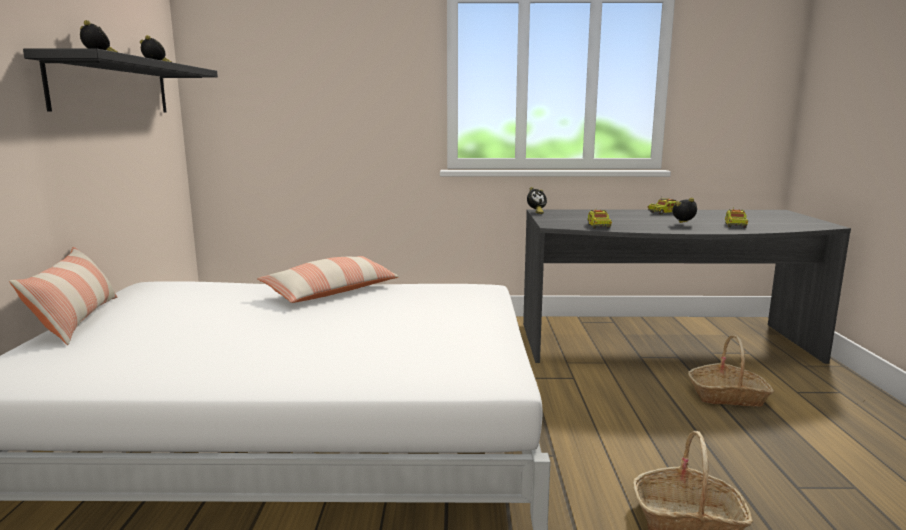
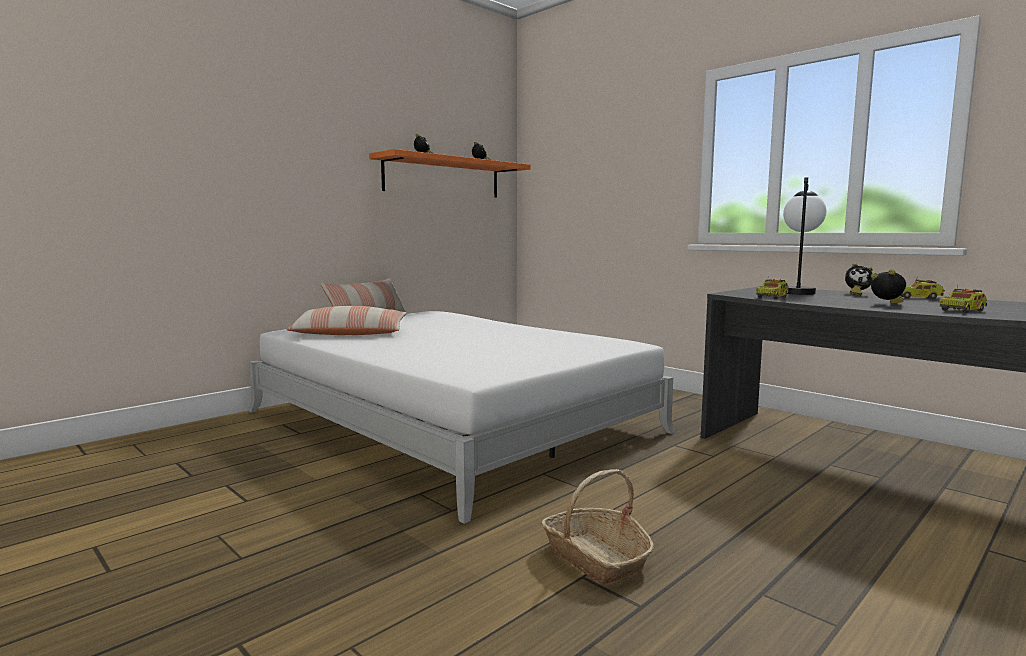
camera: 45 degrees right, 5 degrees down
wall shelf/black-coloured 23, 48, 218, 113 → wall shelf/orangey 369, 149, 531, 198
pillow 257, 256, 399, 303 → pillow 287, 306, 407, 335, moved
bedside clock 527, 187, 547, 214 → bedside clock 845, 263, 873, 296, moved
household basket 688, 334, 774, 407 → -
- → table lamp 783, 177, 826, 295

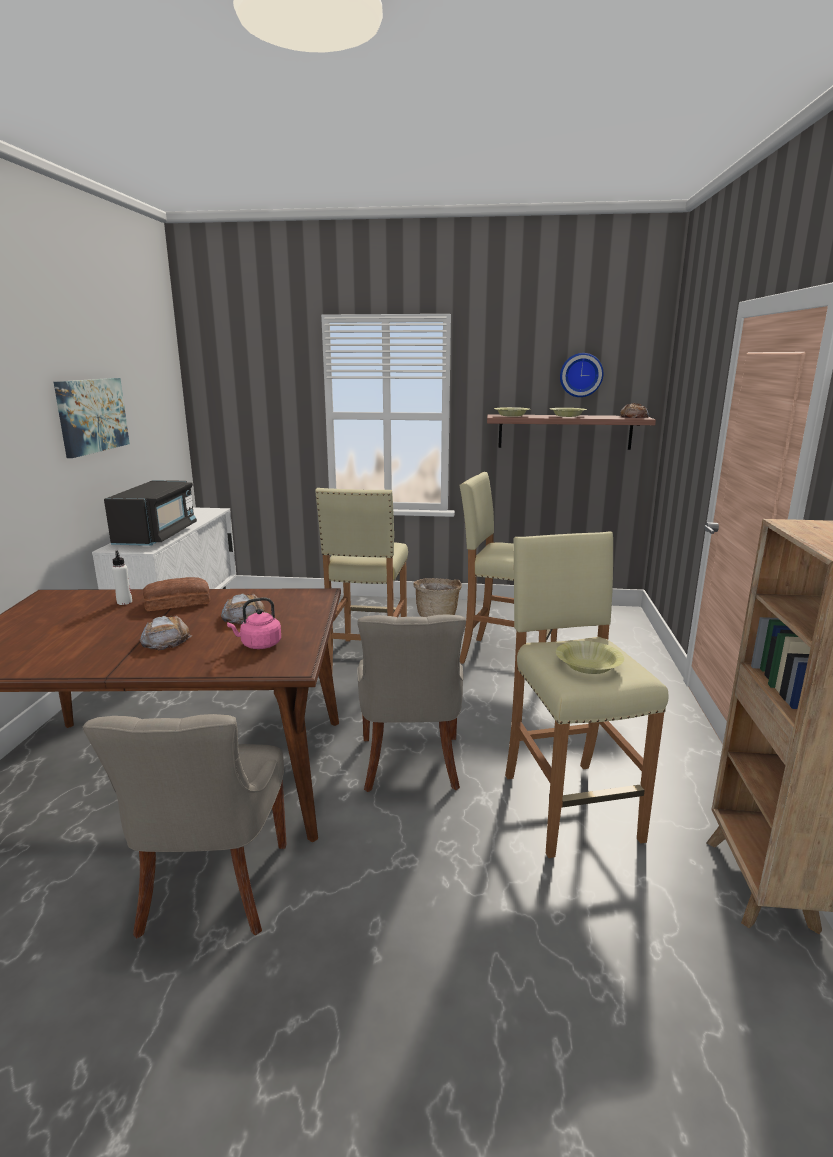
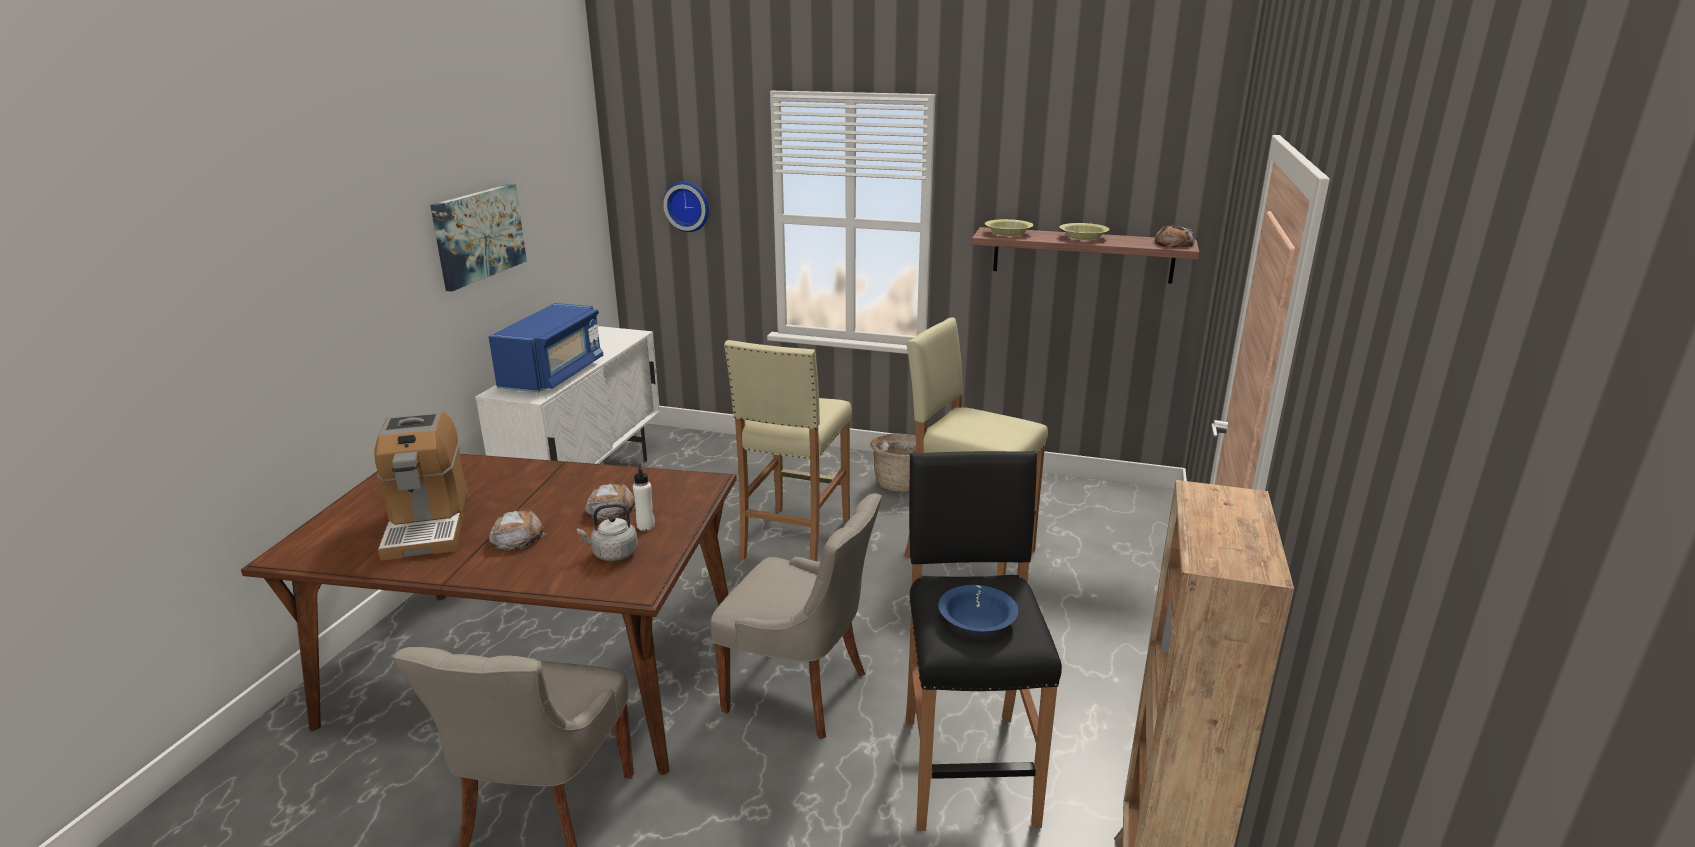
camera: 10 degrees right, 5 degrees up
microwave oven/black-coloured 104, 480, 197, 546 → microwave oven/blue 489, 303, 603, 393
bottle/white-coloured 112, 550, 132, 605 → bottle/white-coloured 633, 464, 655, 531, moved
baked bread 143, 577, 210, 611 → -
tea kettle/pink-coloured 227, 597, 281, 649 → tea kettle/grey 577, 504, 638, 561
plain chair/grey 357, 614, 466, 792 → plain chair/grey 710, 493, 882, 739, 75 degrees counterclockwise
sitting stool/beige-coloured 505, 531, 668, 858 → sitting stool/black-coloured 906, 451, 1062, 831
serving bowl/yellow 556, 641, 624, 674 → serving bowl/blue 938, 585, 1018, 633
clock on the wall 560, 353, 603, 397 → clock on the wall 663, 182, 709, 232, moved
- → coffee brewer 374, 412, 469, 561

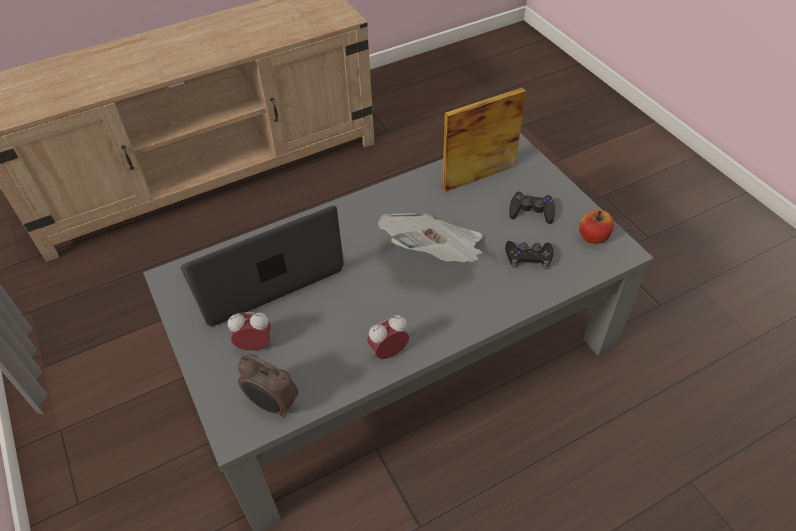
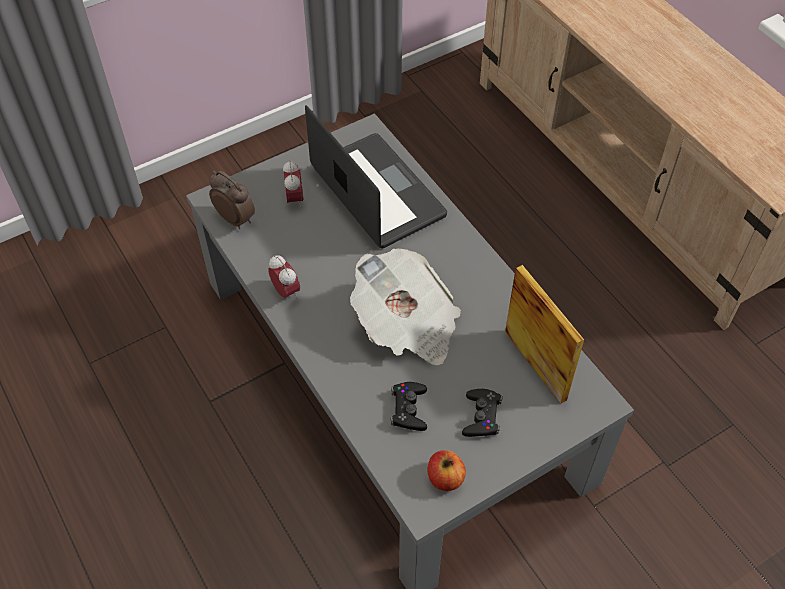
camera: 85 degrees right, 5 degrees up
bedside clock 238, 354, 298, 418 → bedside clock 209, 171, 255, 229, 105 degrees clockwise

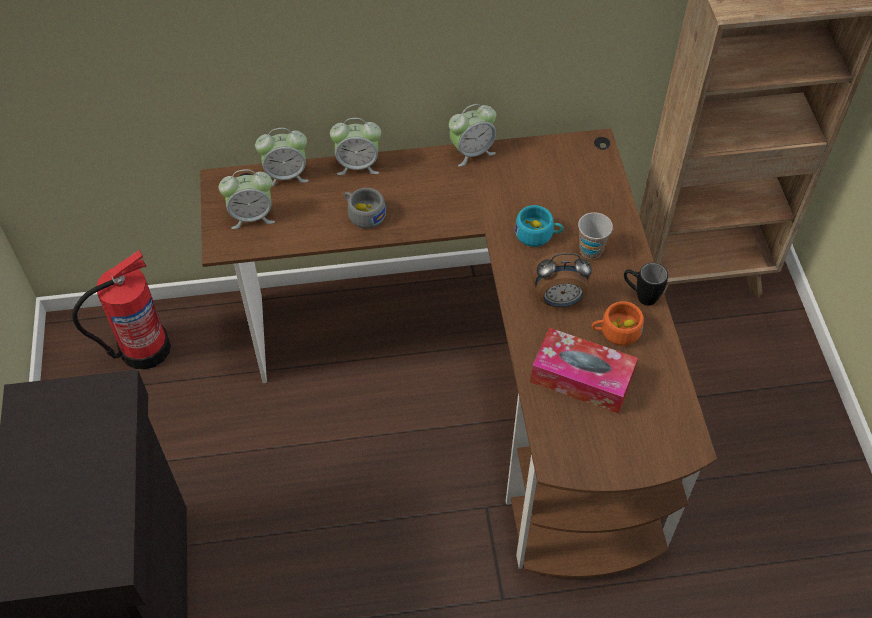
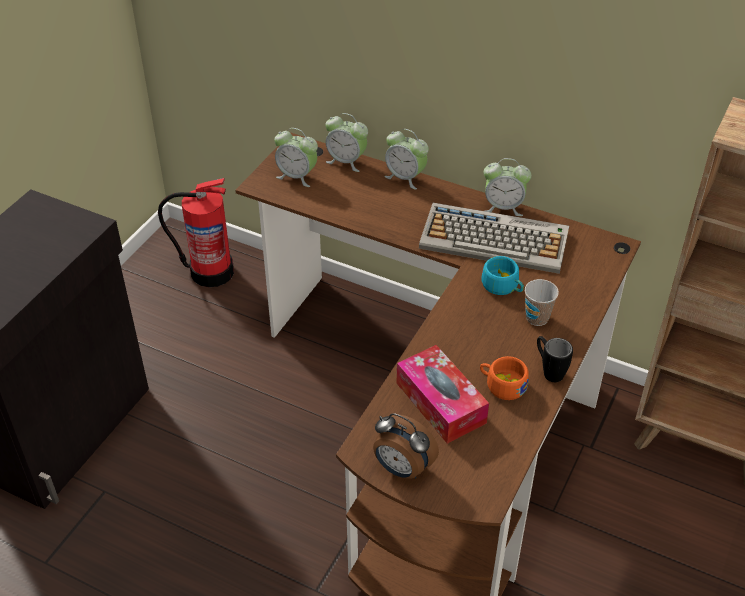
camera: 35 degrees right, 10 degrees down
drinking cup/grey 344, 188, 386, 229 → -
bedside clock 531, 252, 592, 307 → bedside clock 373, 413, 439, 479, moved
- → PC keyboard 419, 203, 569, 274

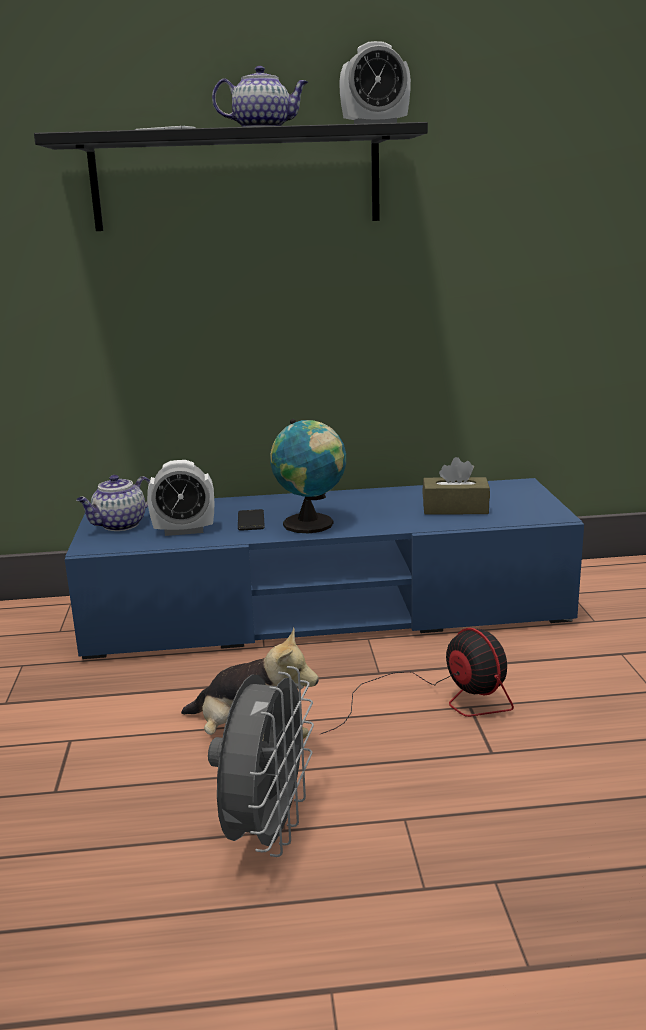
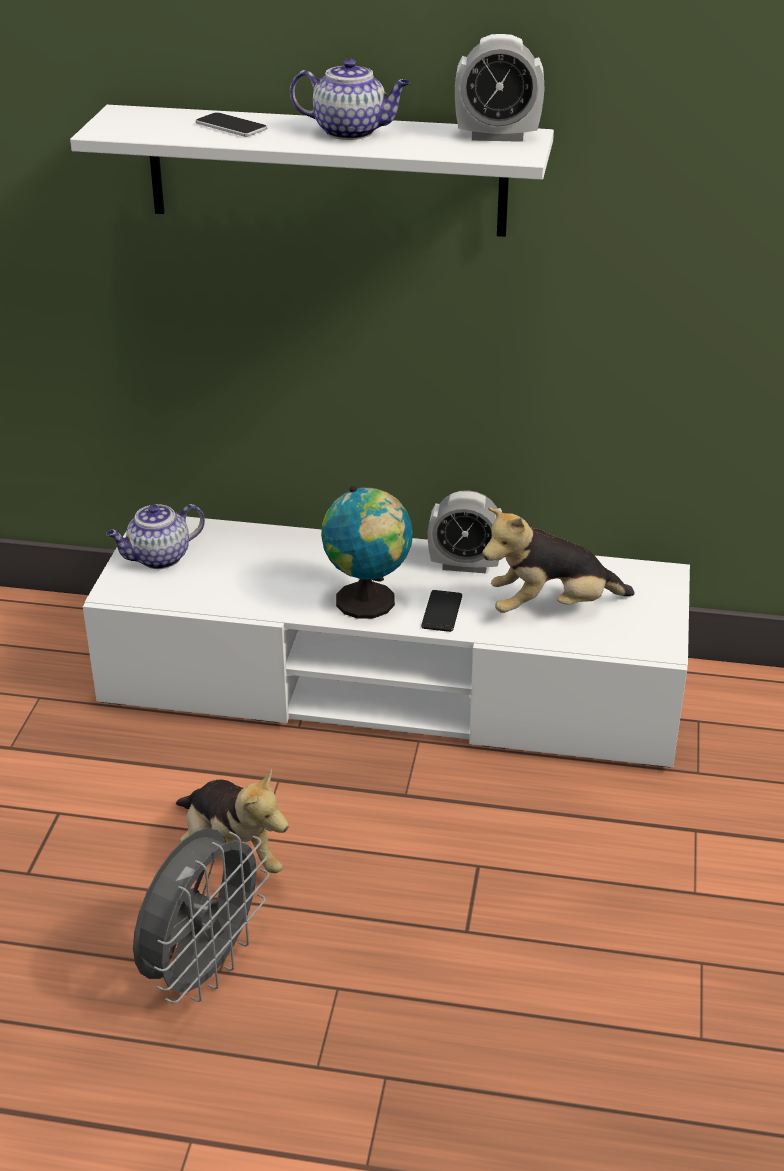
camera: 15 degrees right, 15 degrees up
wall shelf/black-coloured 34, 122, 428, 231 → wall shelf/white-coloured 70, 105, 554, 237
tv stand/blue 65, 478, 584, 659 → tv stand/white-coloured 83, 517, 690, 767
bedside clock 147, 460, 214, 536 → bedside clock 428, 490, 503, 573, moved
handset 238, 509, 265, 531 → handset 421, 590, 462, 632, moved
fan 321, 628, 514, 734 → -
tissue holder/brown-coloured 422, 457, 490, 515 → soft toy 482, 507, 635, 613

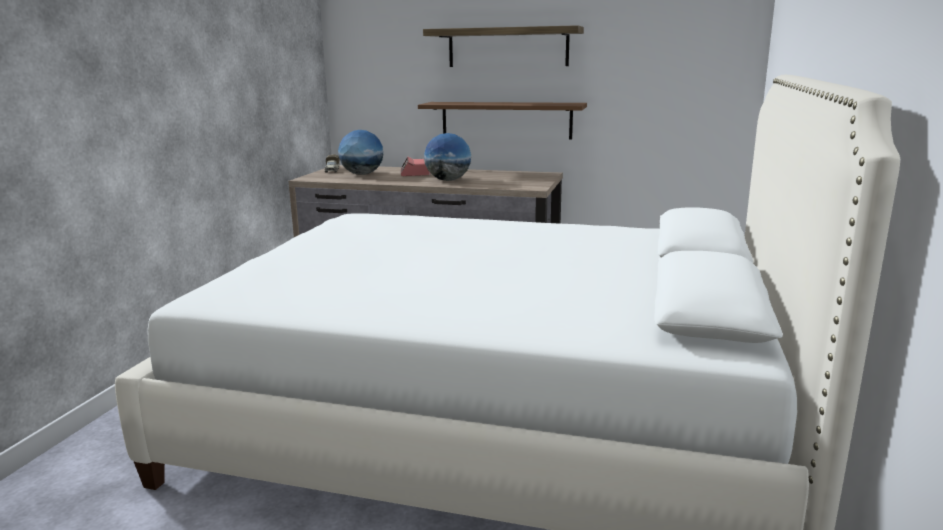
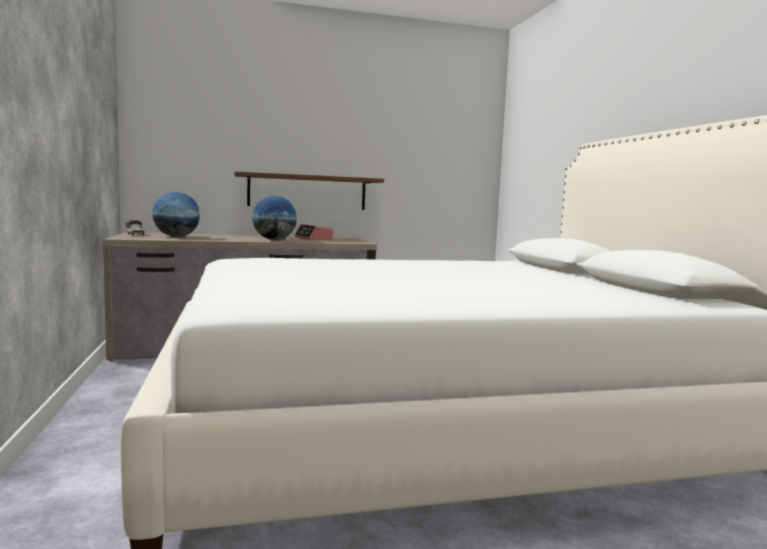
camera: 30 degrees left, 10 degrees down
bedside clock 401, 157, 430, 176 → bedside clock 294, 224, 333, 240, moved
wall shelf 423, 25, 584, 67 → -

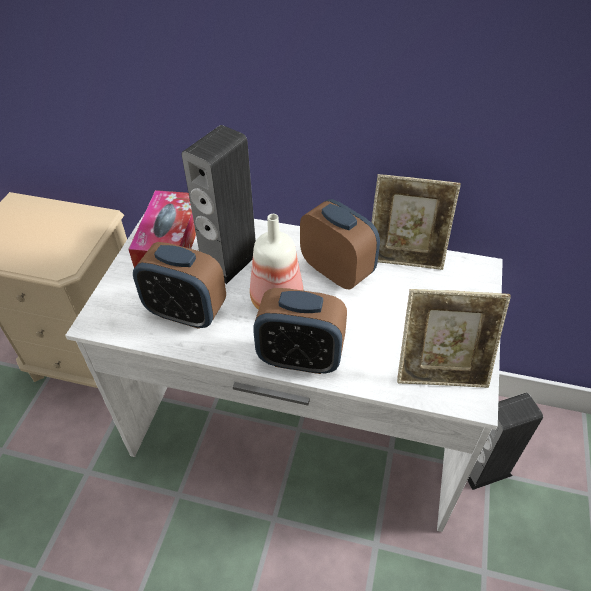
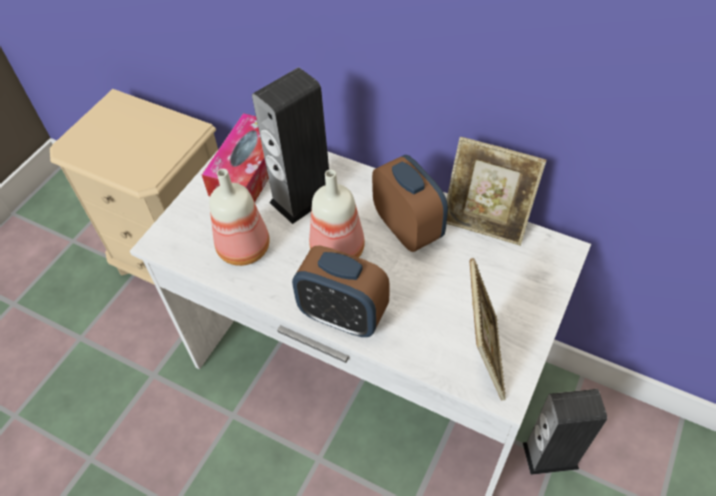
camera: 15 degrees right, 5 degrees up
bedside clock 133, 242, 226, 329 → bottle 209, 169, 270, 266
standing frame 397, 289, 511, 388 → standing frame 470, 258, 506, 400, 105 degrees counterclockwise

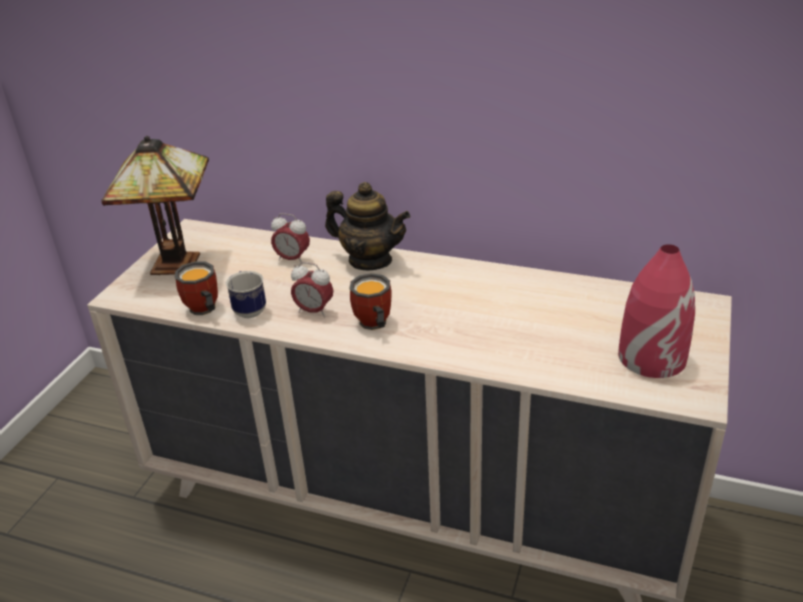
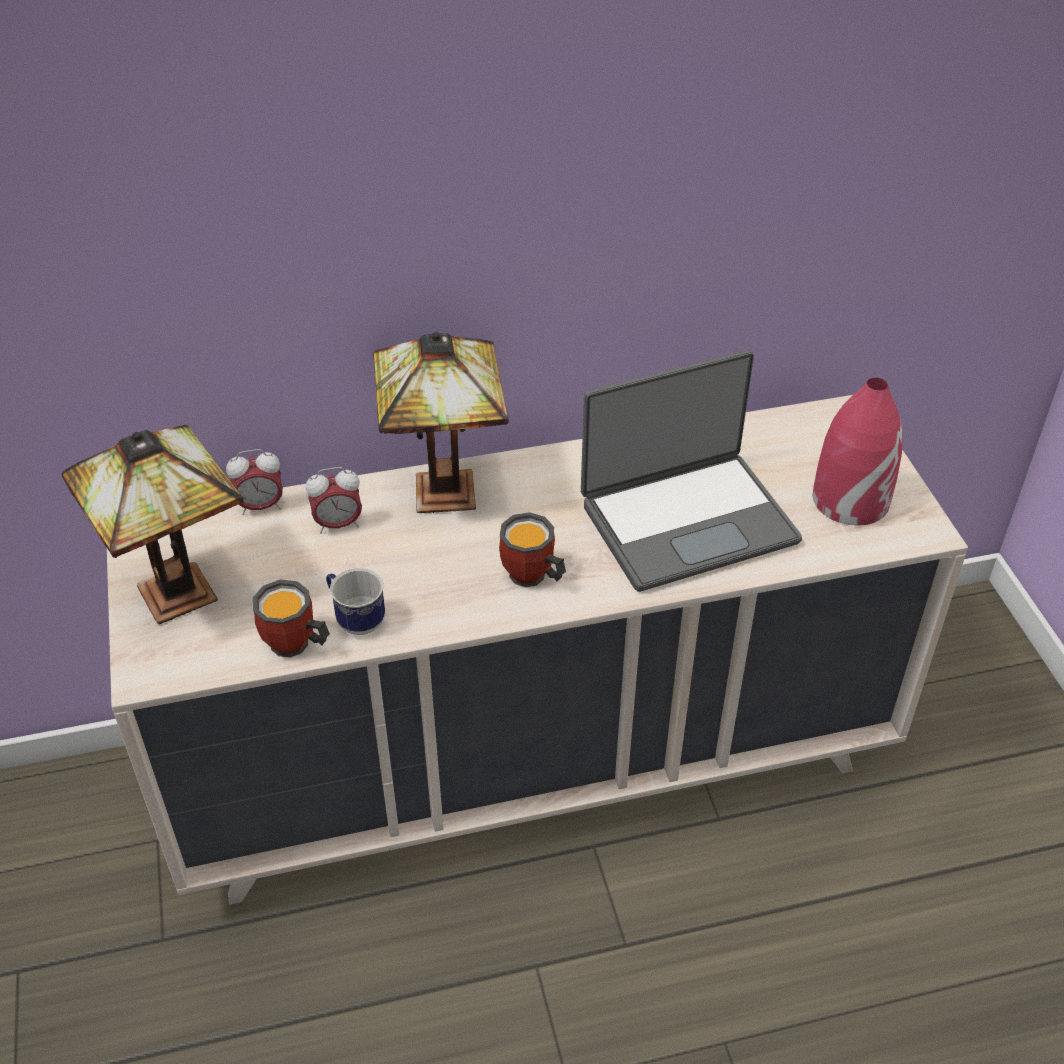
camera: 35 degrees left, 10 degrees up
bedside clock 291, 262, 333, 317 → bedside clock 226, 449, 283, 515, moved
pot for tea 325, 182, 410, 270 → table lamp 373, 332, 509, 513
- → notebook computer 581, 350, 802, 592

